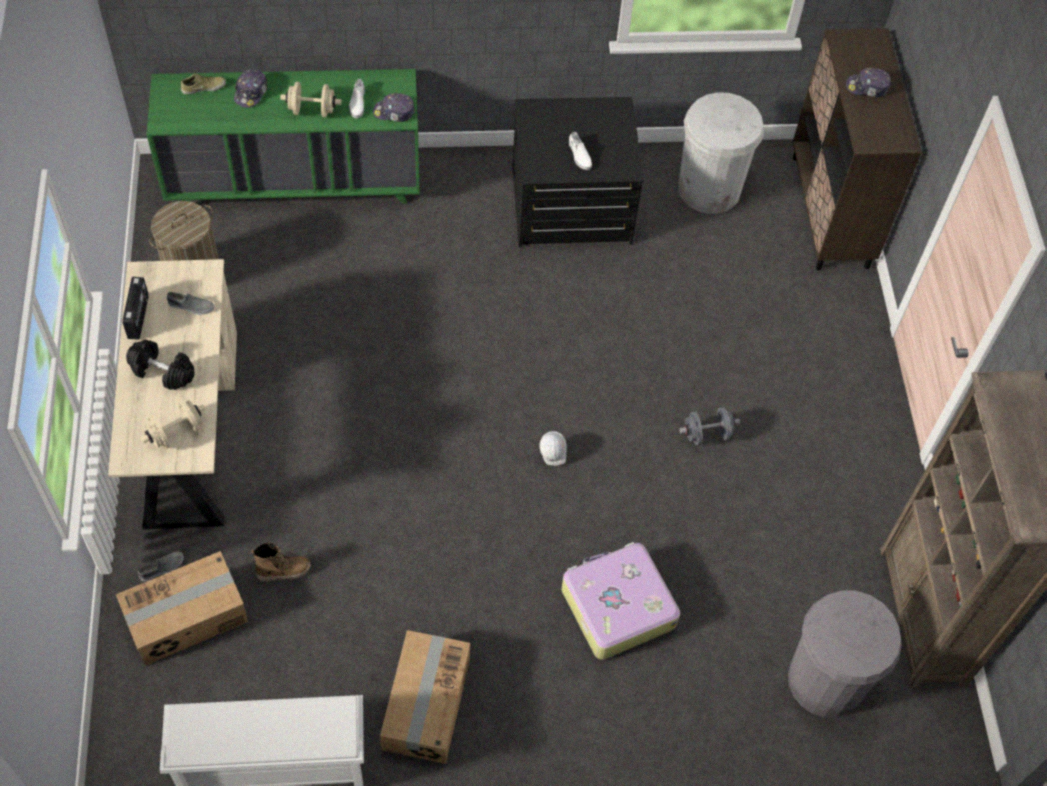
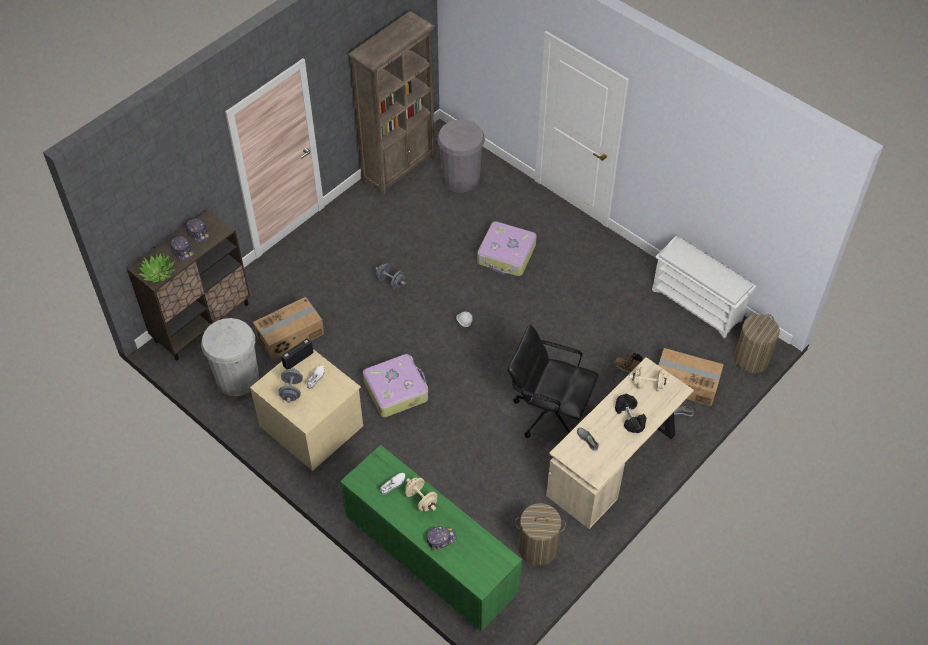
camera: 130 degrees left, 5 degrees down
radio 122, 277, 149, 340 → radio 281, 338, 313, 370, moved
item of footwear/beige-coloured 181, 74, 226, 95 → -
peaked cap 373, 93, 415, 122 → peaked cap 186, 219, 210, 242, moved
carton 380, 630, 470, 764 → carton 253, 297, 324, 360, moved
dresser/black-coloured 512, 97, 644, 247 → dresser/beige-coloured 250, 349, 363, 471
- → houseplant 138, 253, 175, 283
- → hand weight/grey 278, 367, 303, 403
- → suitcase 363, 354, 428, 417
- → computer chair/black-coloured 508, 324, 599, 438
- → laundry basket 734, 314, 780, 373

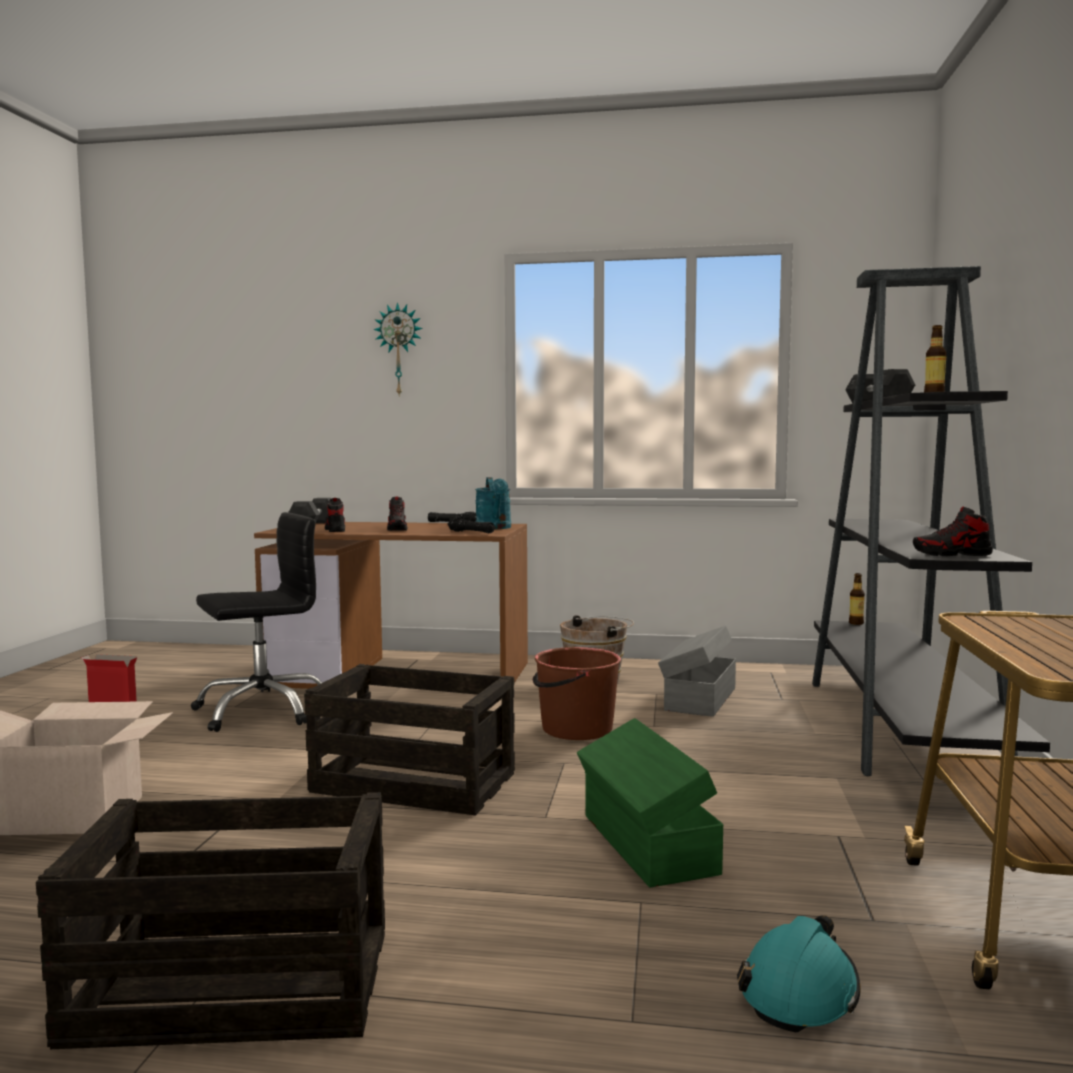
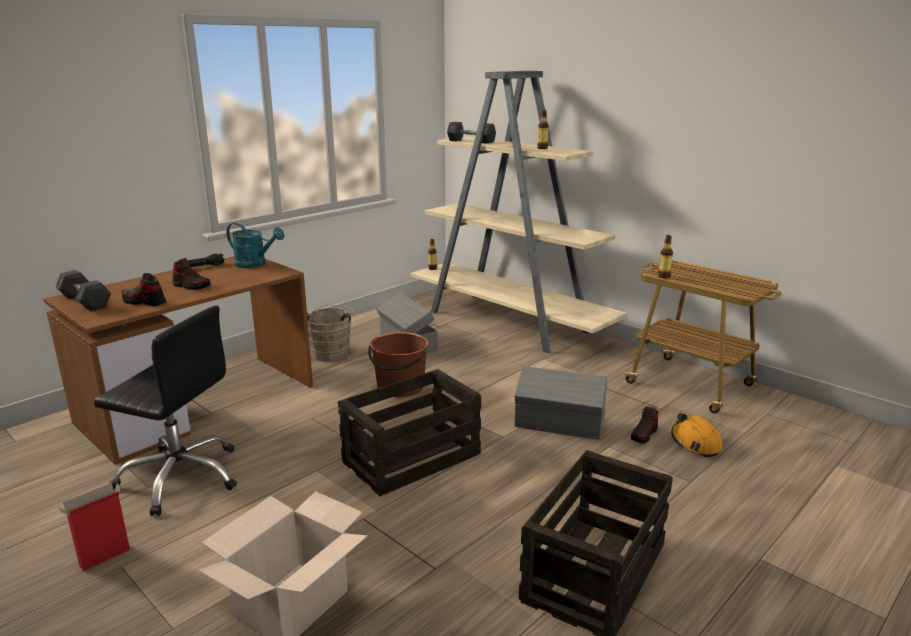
camera: 55 degrees left, 15 degrees up
computer chair/black-coloured 191, 512, 322, 732 → computer chair/black-coloured 94, 306, 237, 516, 105 degrees clockwise
clock on the wall 373, 302, 423, 397 → -
flashlight/black-coloured 448, 517, 495, 533 → -
storage bin/green-coloured 577, 718, 723, 887 → storage bin/grey 515, 366, 607, 440
safety helmet/blue-green 737, 915, 861, 1032 → safety helmet/orangey 671, 413, 723, 457
shelving unit/black-coloured 812, 266, 1050, 776 → shelving unit/beige-coloured 411, 71, 627, 353
item of footwear 913, 507, 993, 556 → item of footwear 631, 406, 658, 444, moved
- → bottle 658, 235, 673, 279

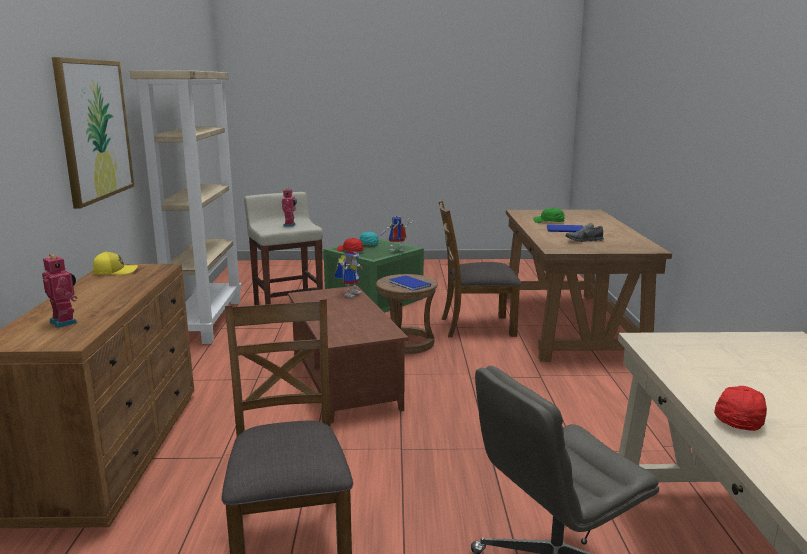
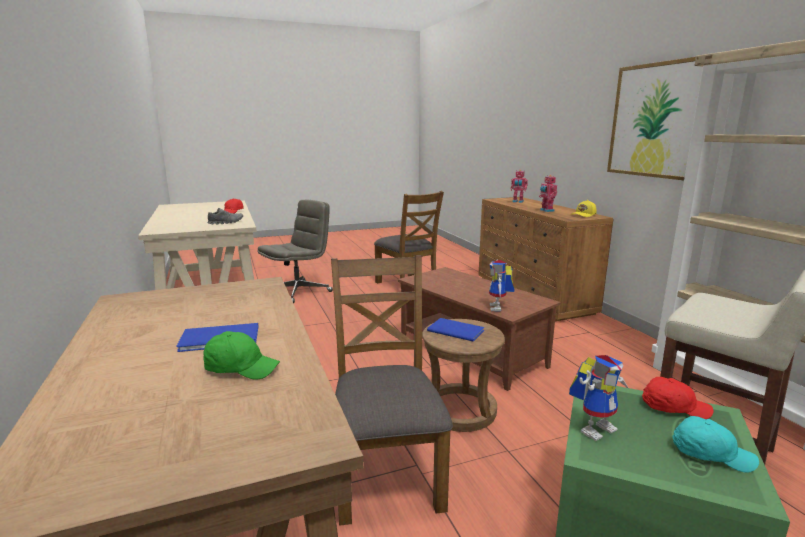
camera: 160 degrees right, 0 degrees up
model robot 282, 188, 297, 227 → model robot 539, 175, 557, 212, moved
plain chair/brown-coloured 439, 201, 521, 337 → plain chair/brown-coloured 331, 255, 453, 526, 75 degrees counterclockwise
item of footwear/grey 566, 223, 604, 242 → item of footwear/grey 208, 208, 243, 225, moved

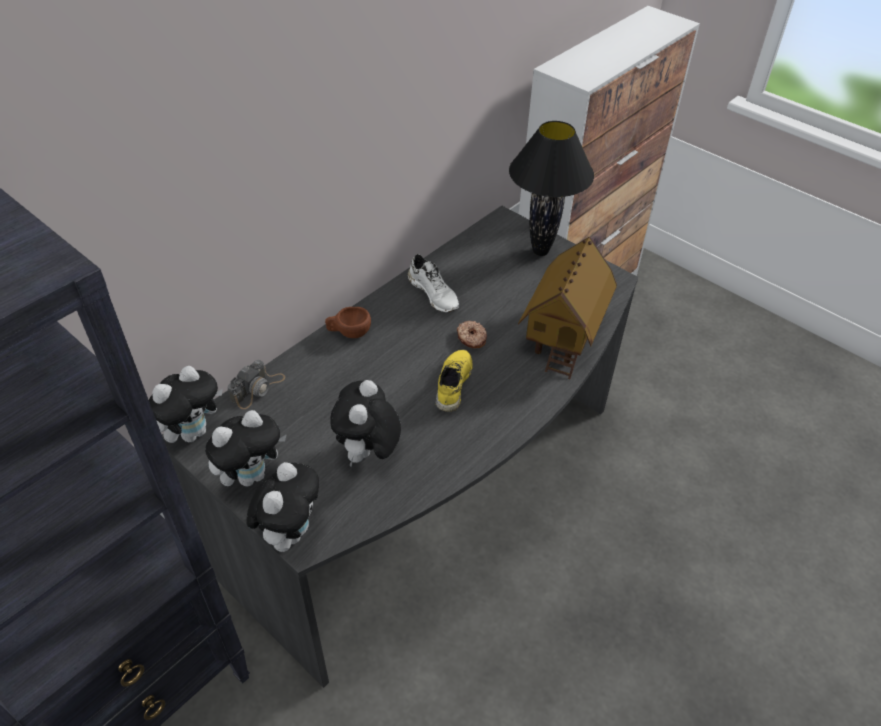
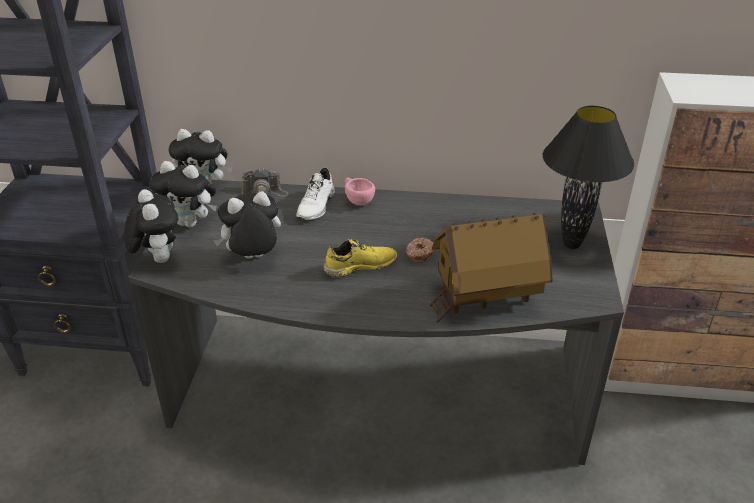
camera: 55 degrees right, 10 degrees down
soft toy 247, 462, 319, 552 → soft toy 124, 189, 178, 263, 90 degrees counterclockwise
drinking cup/brown-coloured 325, 307, 371, 338 → drinking cup/pink-coloured 345, 178, 375, 206
item of footwear/white-coloured 408, 254, 459, 312 → item of footwear/white-coloured 296, 168, 335, 220, moved

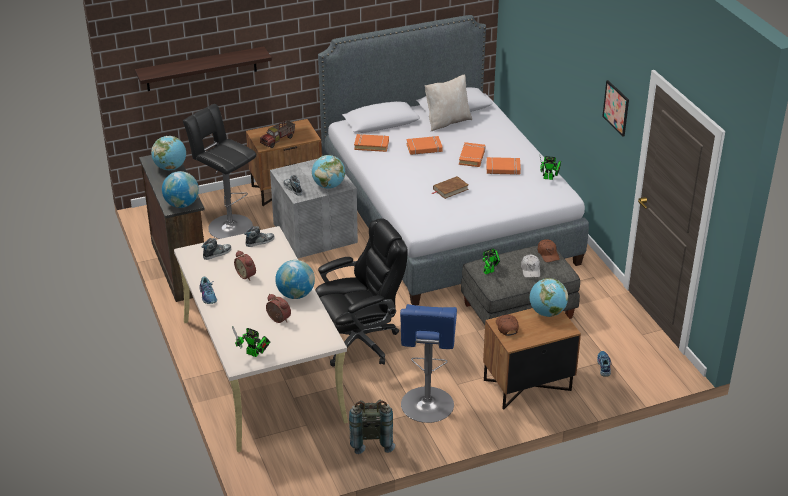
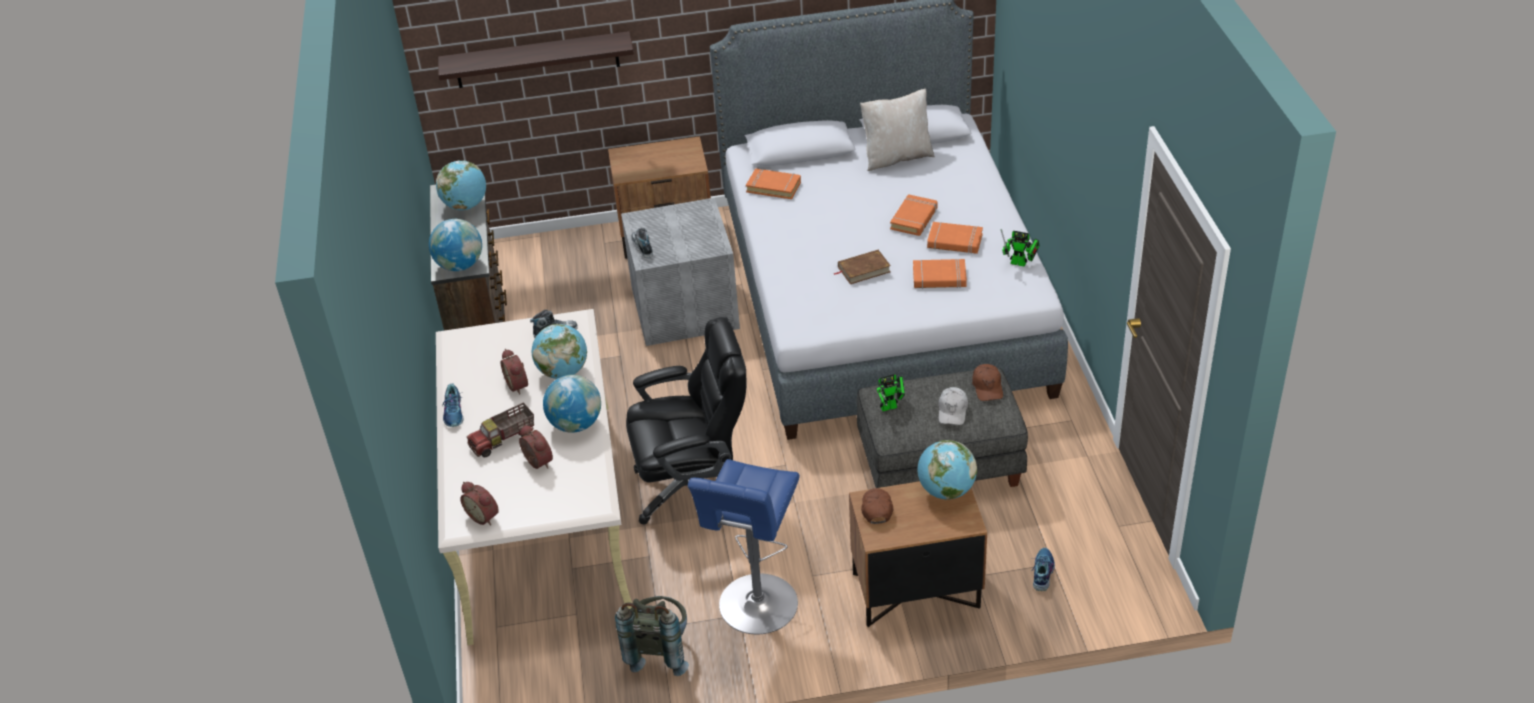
camera: 15 degrees right, 5 degrees up
sitting stool/black-coloured 183, 104, 256, 239 → -
item of footwear 202, 238, 232, 260 → -
model robot 232, 326, 270, 357 → bedside clock 460, 482, 499, 525
toy lorry 260, 120, 295, 148 → toy lorry 467, 402, 534, 457, moved
globe 312, 155, 345, 189 → globe 532, 324, 587, 379, moved
volume/orangey 406, 136, 443, 155 → volume/orangey 913, 259, 967, 289, moved
wall picture 602, 80, 629, 137 → -

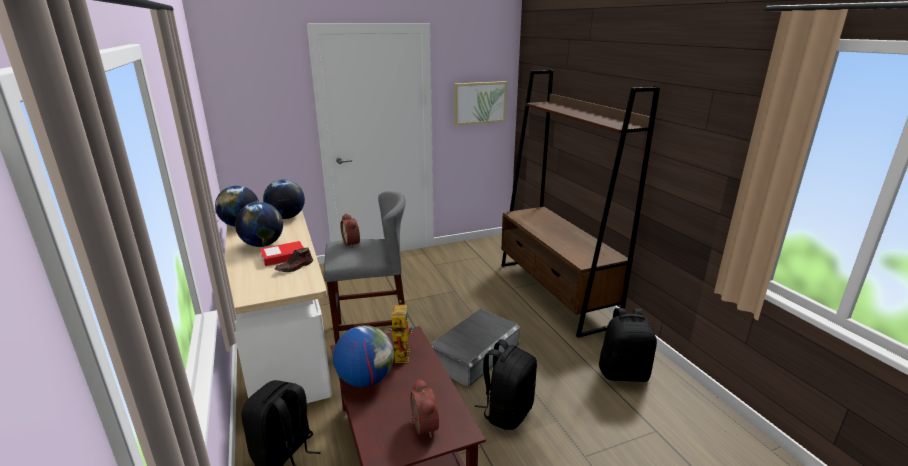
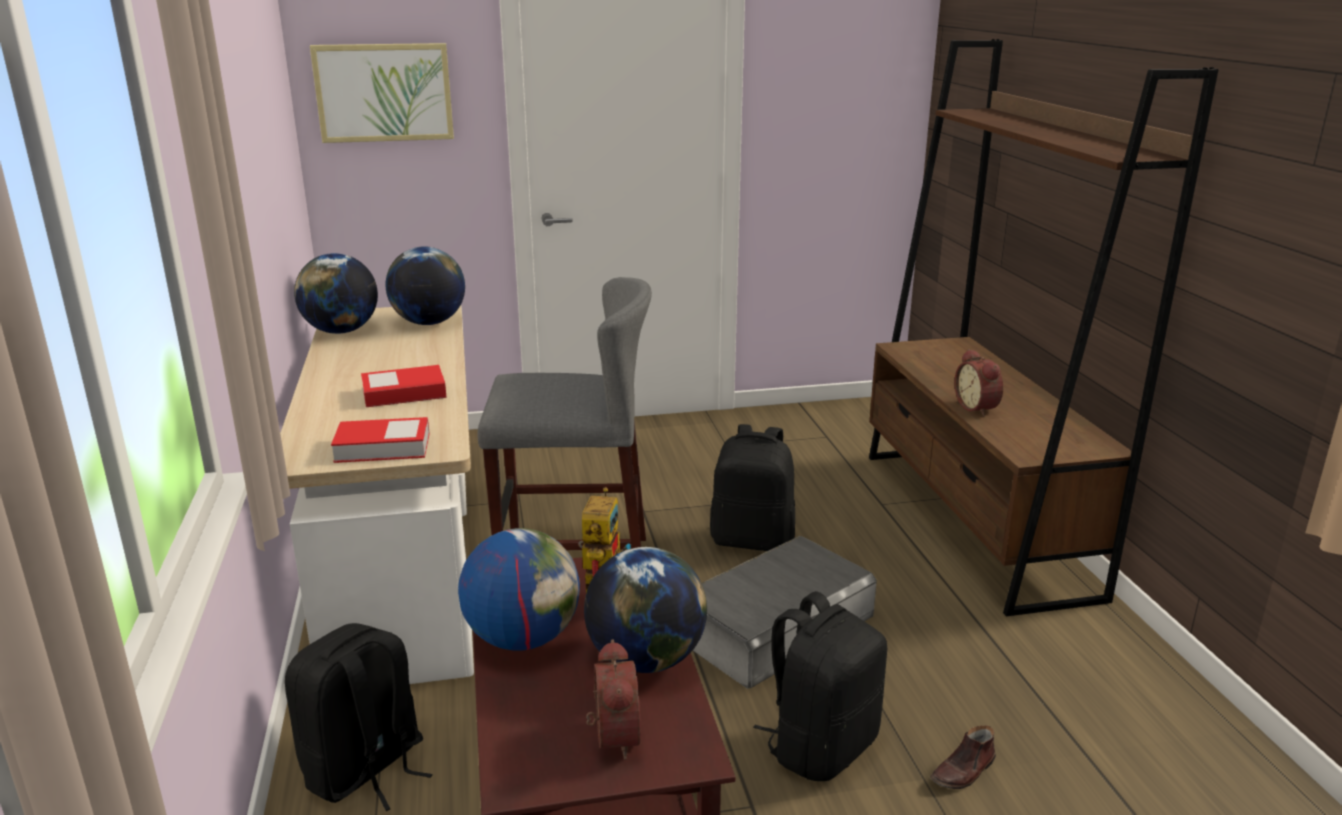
camera: 10 degrees right, 0 degrees up
globe 235, 202, 283, 247 → globe 584, 547, 707, 673, moved
item of footwear/brown-coloured 275, 248, 313, 272 → item of footwear/brown-coloured 930, 725, 996, 789, moved
bedside clock 340, 213, 360, 248 → bedside clock 955, 349, 1003, 416, moved
wall picture 454, 81, 507, 125 → wall picture 310, 43, 454, 143, moved
rucksack/black-coloured 599, 308, 657, 382 → rucksack/black-coloured 710, 424, 795, 551, moved
- → volume 331, 417, 429, 463

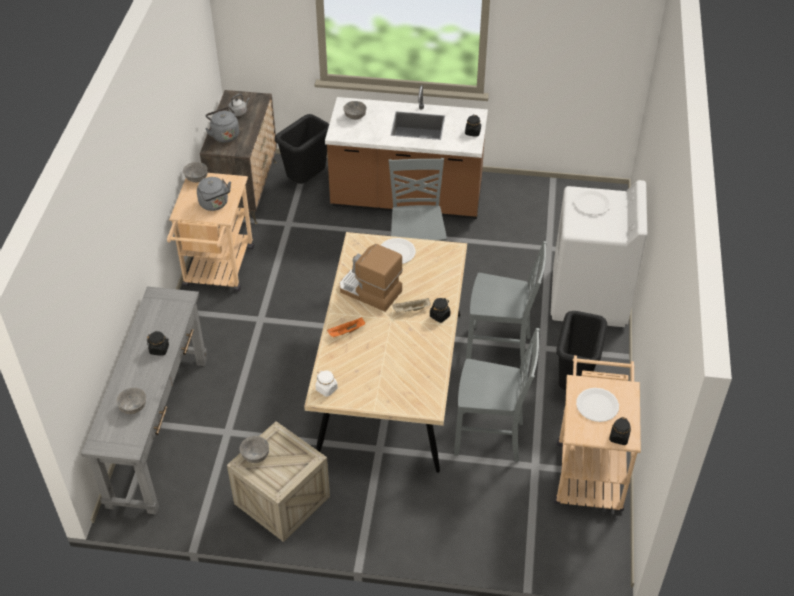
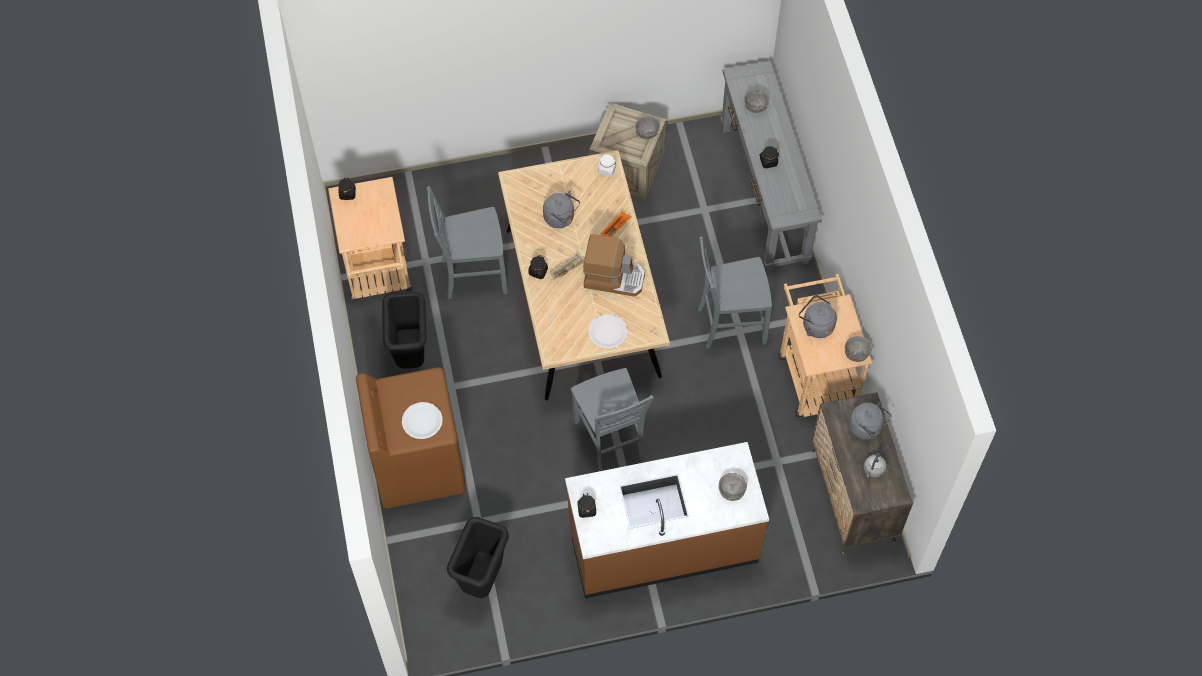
camera: 160 degrees right, 15 degrees up
rubbish bin/black-coloured 275, 114, 329, 184 → rubbish bin/black-coloured 447, 517, 509, 598, moved
plain chair/grey 466, 241, 547, 362 → plain chair/grey 698, 237, 772, 349, moved
laundry appliance/white-coloured 551, 180, 647, 327 → laundry appliance/brown-coloured 356, 367, 465, 509
flat dish/white-coloured 576, 388, 619, 422 → -
- → tea kettle/grey 543, 191, 580, 228

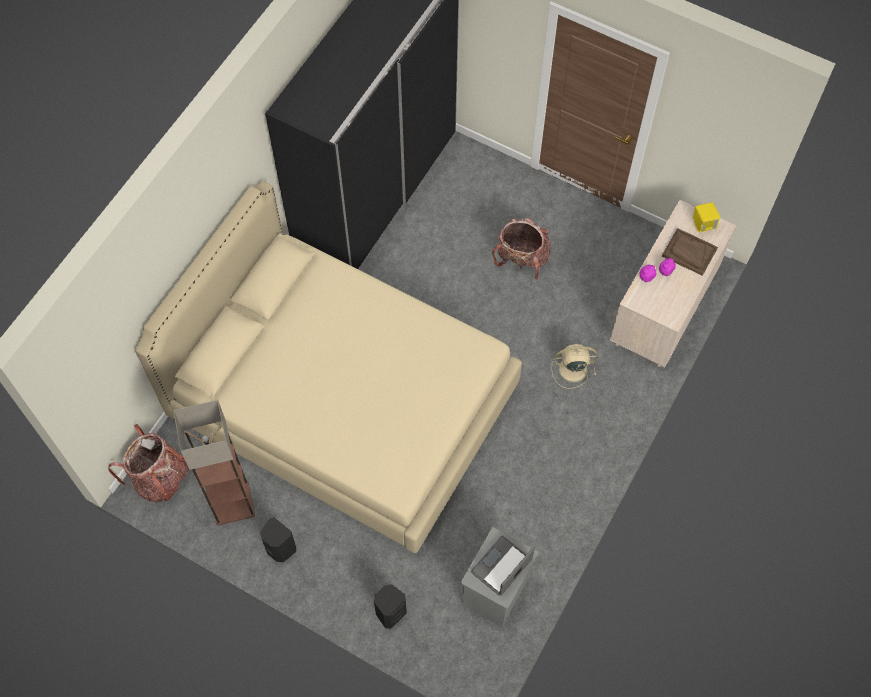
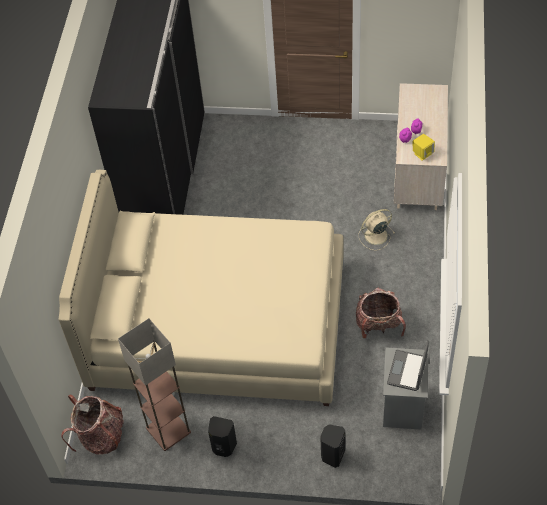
camera: 20 degrees left, 10 degrees down
rucksack 492, 218, 550, 280 → rucksack 356, 288, 406, 338, moved
serving tray/brown-coloured 662, 228, 718, 276 → -
audio speaker/yellow 693, 202, 720, 233 → audio speaker/yellow 413, 134, 435, 160, moved

